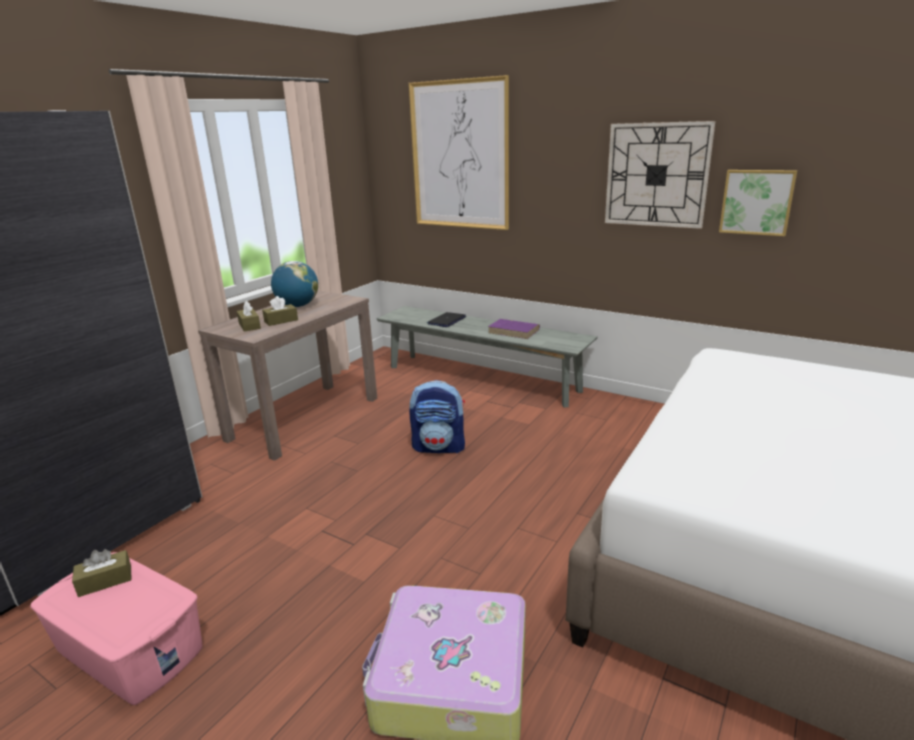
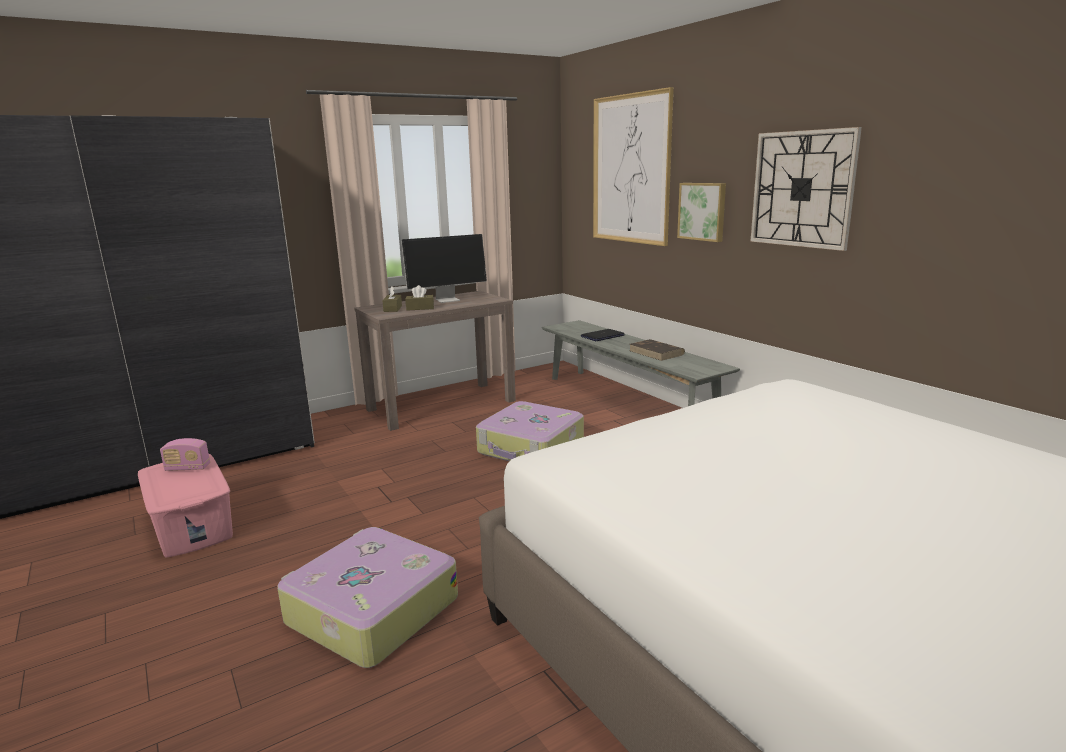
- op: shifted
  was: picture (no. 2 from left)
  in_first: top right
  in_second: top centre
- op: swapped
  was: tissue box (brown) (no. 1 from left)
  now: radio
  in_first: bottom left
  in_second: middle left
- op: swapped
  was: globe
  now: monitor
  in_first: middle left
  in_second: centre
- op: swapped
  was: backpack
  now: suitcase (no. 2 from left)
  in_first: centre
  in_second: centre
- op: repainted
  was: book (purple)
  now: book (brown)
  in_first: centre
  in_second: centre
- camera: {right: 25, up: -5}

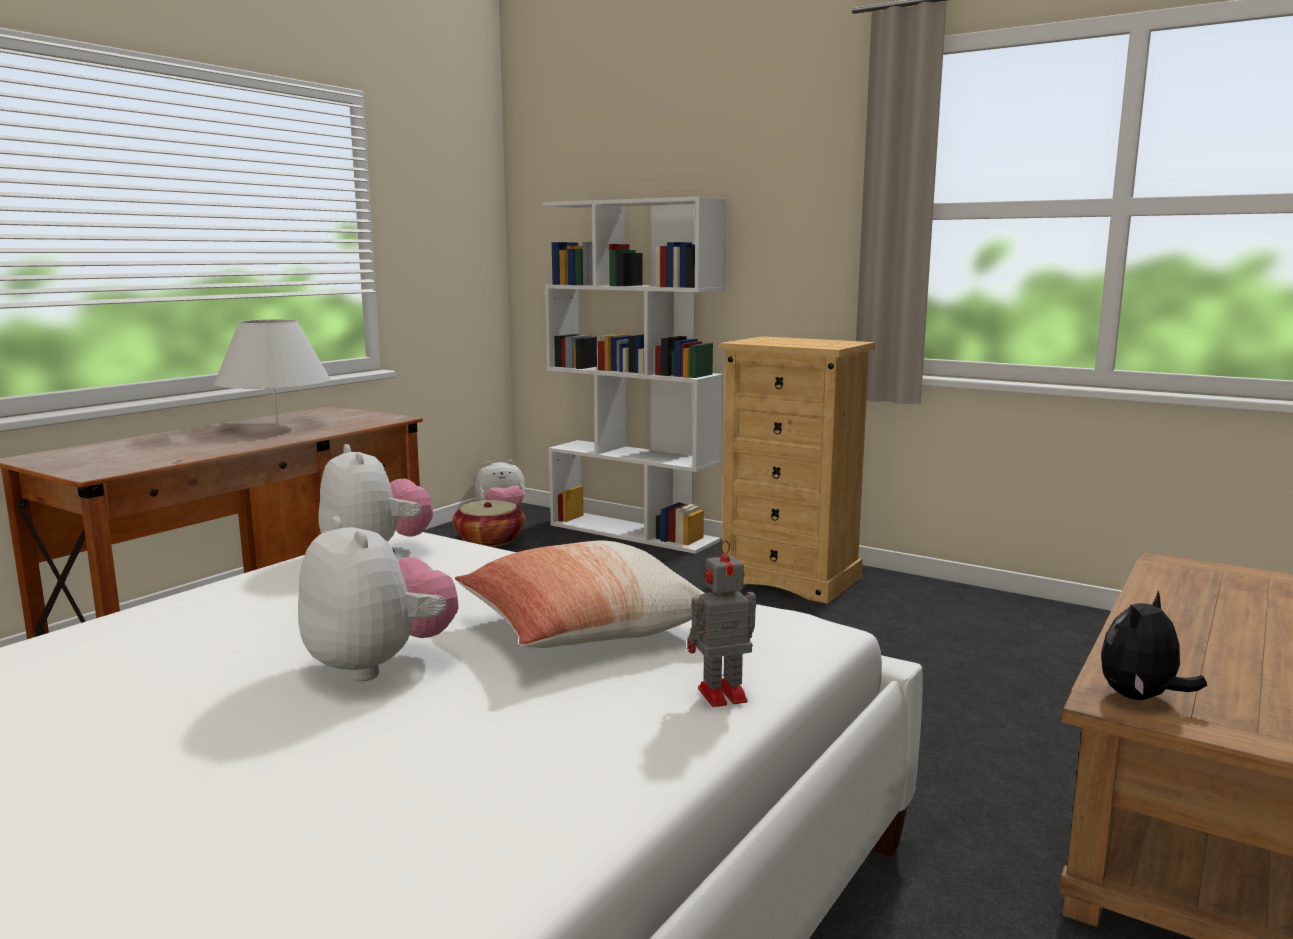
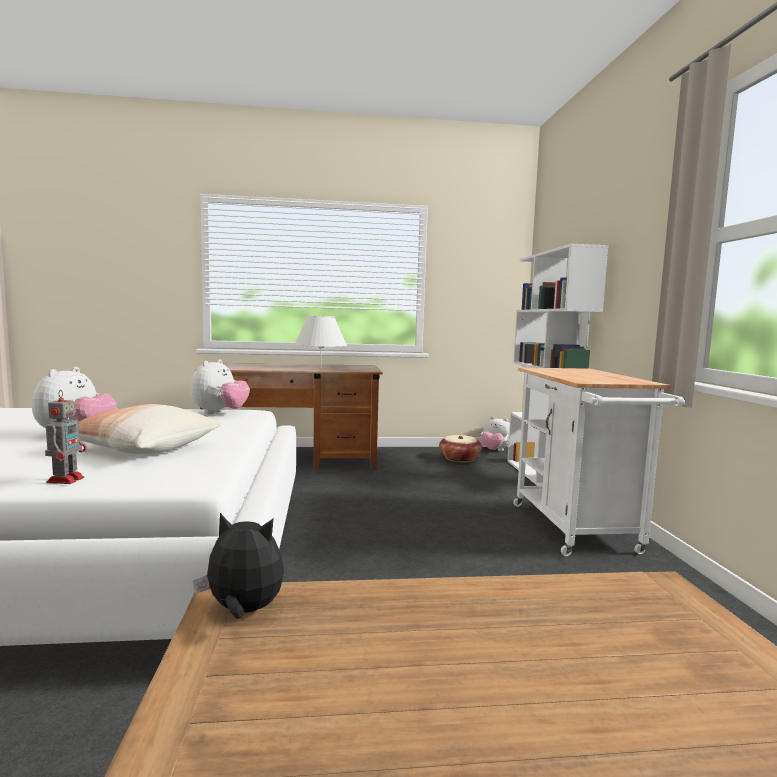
- op: swapped
  was: dresser (beige)
  now: cart (white)
  in_first: centre
  in_second: middle right
- op: rotated
  was: toy robot
  in_first: centre
  in_second: middle left
  clockwise: 60
- camera: {right: 50, up: -5}

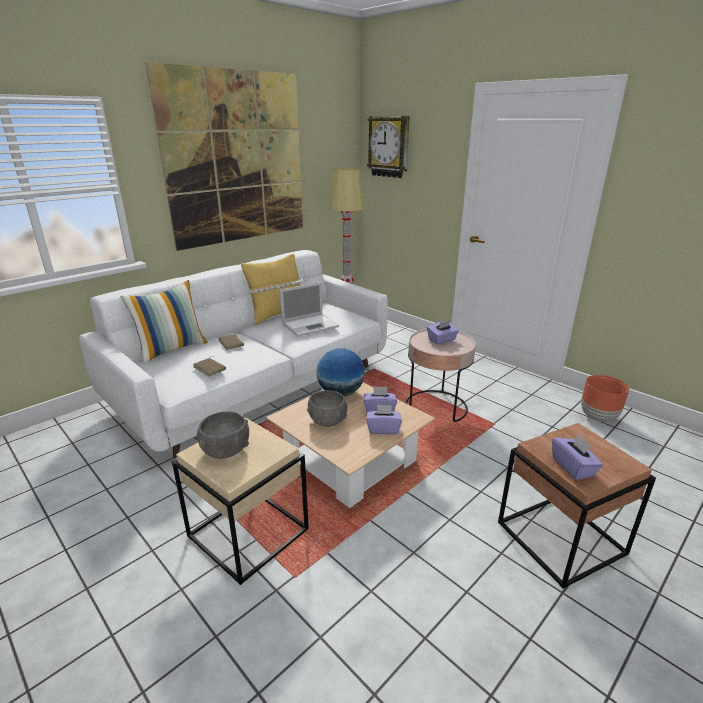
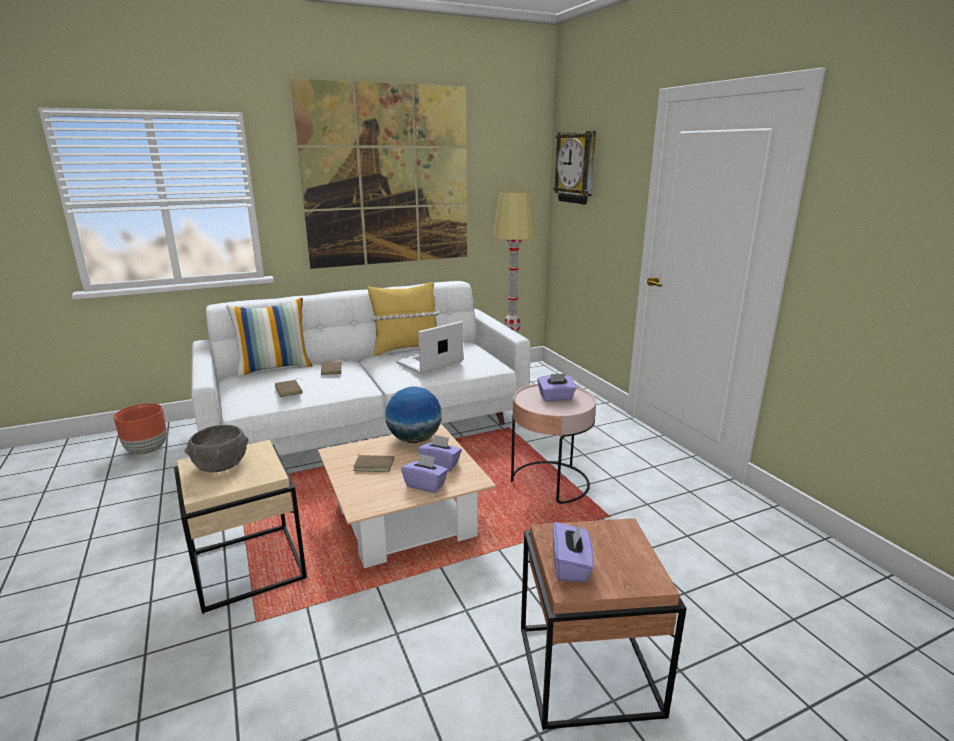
- op: shifted
  was: planter (brown)
  in_first: middle right
  in_second: middle left
- op: swapped
  was: bowl (grey) (no. 2 from left)
  now: book (brown) (no. 3 from left)
  in_first: centre
  in_second: centre
- op: rotated
  was: laptop
  in_first: centre
  in_second: centre
  clockwise: 150
- camera: {right: 20, up: -5}

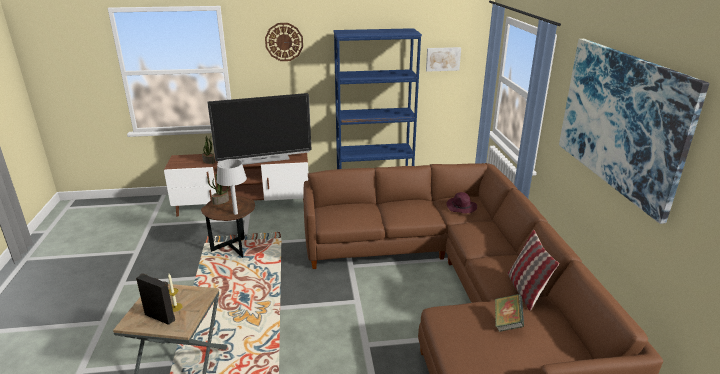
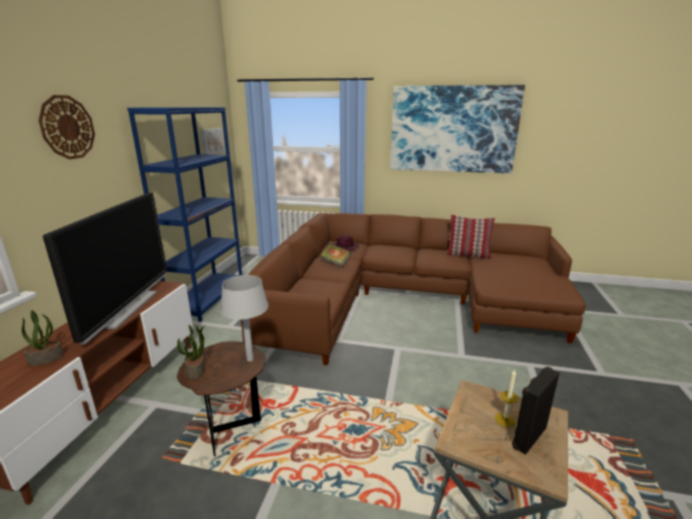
- op: shifted
  was: book
  in_first: bottom right
  in_second: centre
- camera: {right: -70, up: -5}

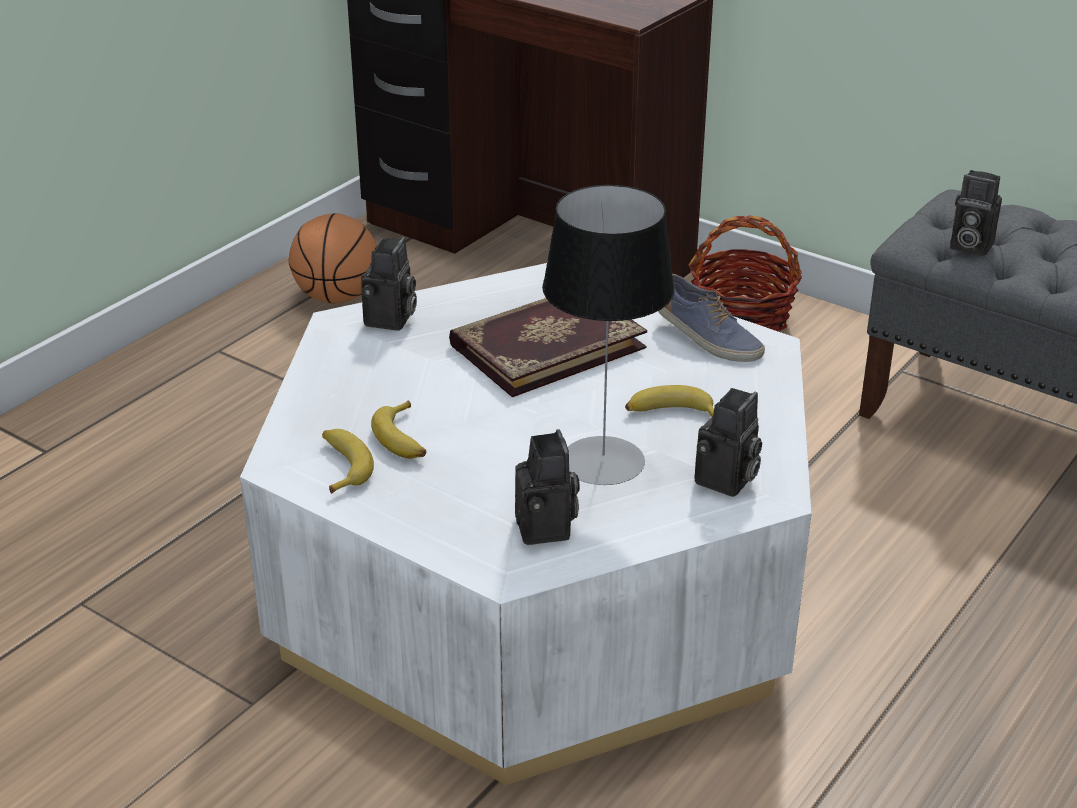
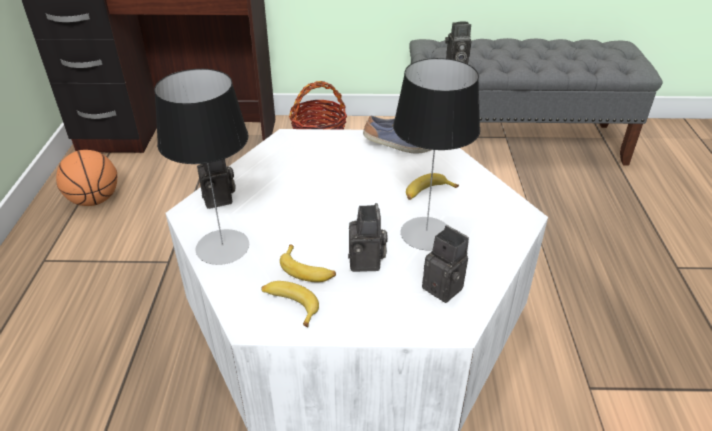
- op: gone
  was: book
  in_first: centre
- op: new
  now: table lamp (no. 1 from left)
  in_second: middle left
- op: shifted
  was: photo camera (no. 3 from left in the first image)
  now: photo camera (no. 2 from left)
  in_first: middle right
  in_second: centre
- camera: {right: -35, up: 5}

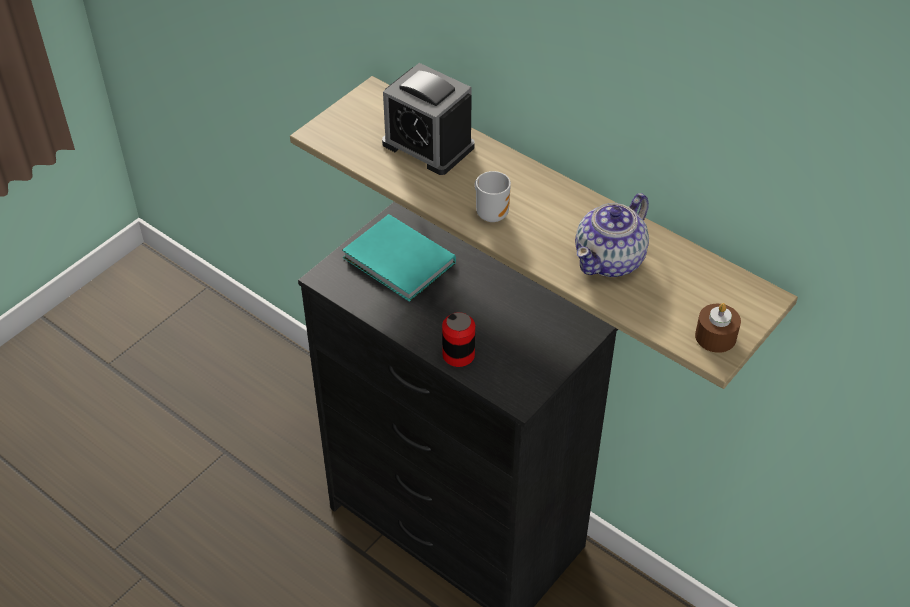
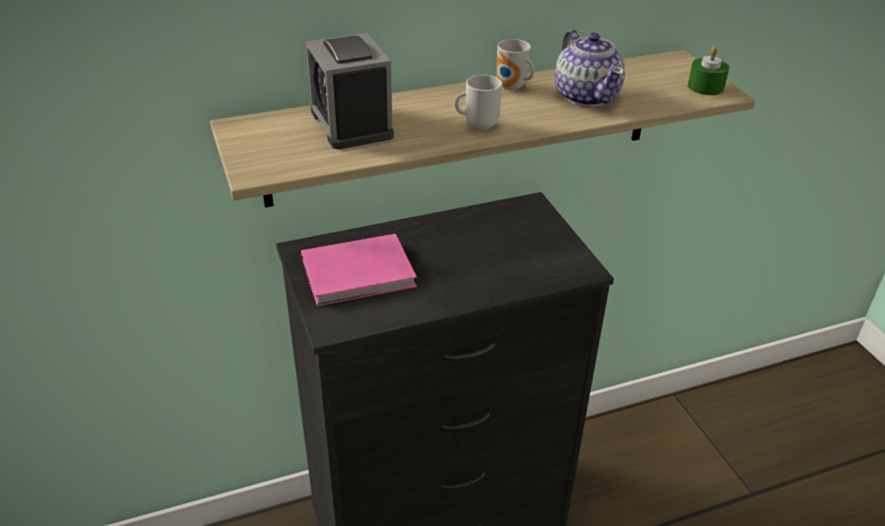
- op: gone
  was: can
  in_first: centre
- op: new
  now: mug (no. 2 from left)
  in_second: top centre
- op: repainted
  was: book (turquoise)
  now: book (pink)
  in_first: centre
  in_second: centre
- op: repainted
  was: candle (brown)
  now: candle (green)
  in_first: middle right
  in_second: top right
- op: rotated
  was: alarm clock
  in_first: top centre
  in_second: top centre
  clockwise: 90
- camera: {right: -60, up: -10}

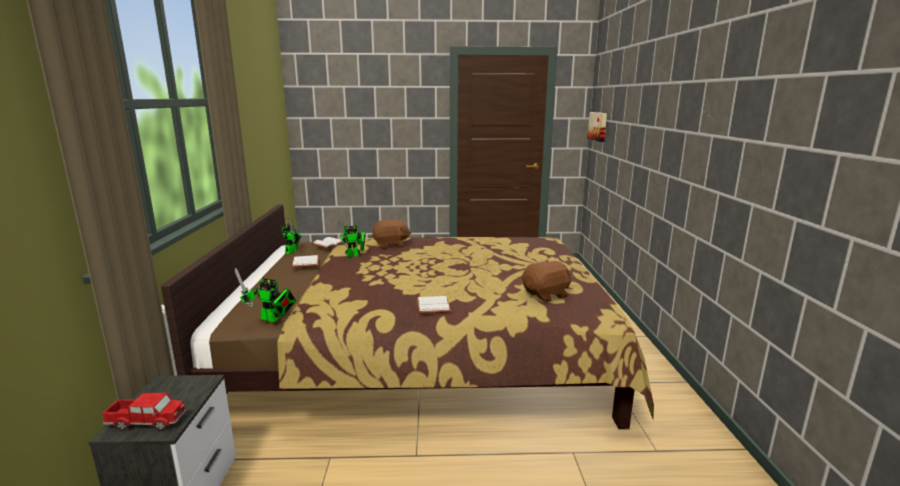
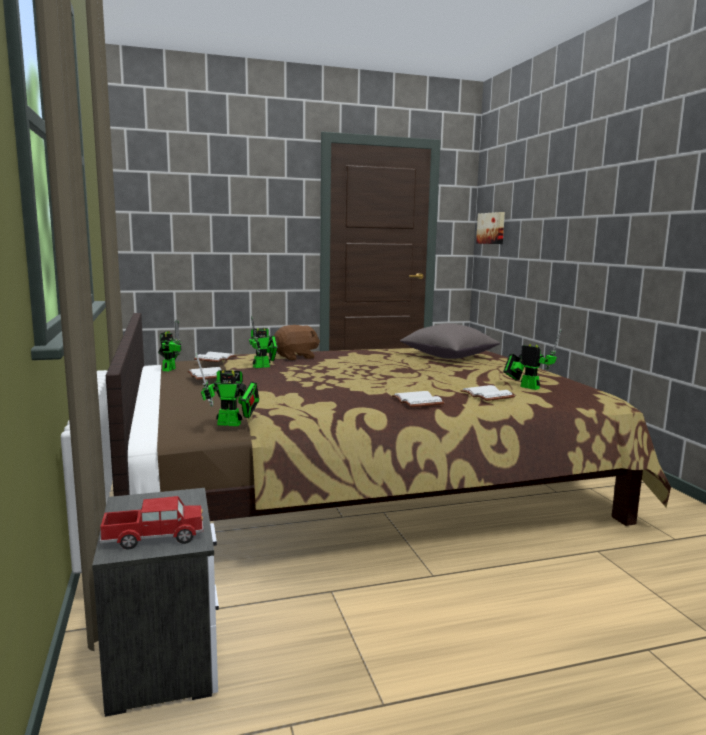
- op: new
  now: pillow (grey)
  in_second: centre
- op: new
  now: book (white) (no. 4 from left)
  in_second: middle right
- op: swapped
  was: plush toy (brown) (no. 2 from left)
  now: toy robot (no. 4 from left)
  in_first: centre
  in_second: middle right
- camera: {right: -15, up: -5}

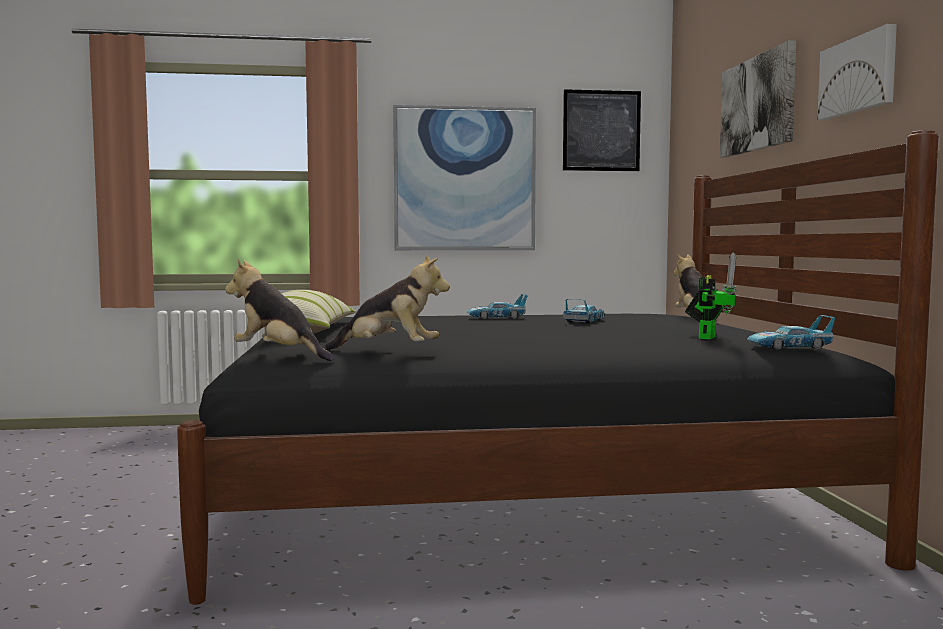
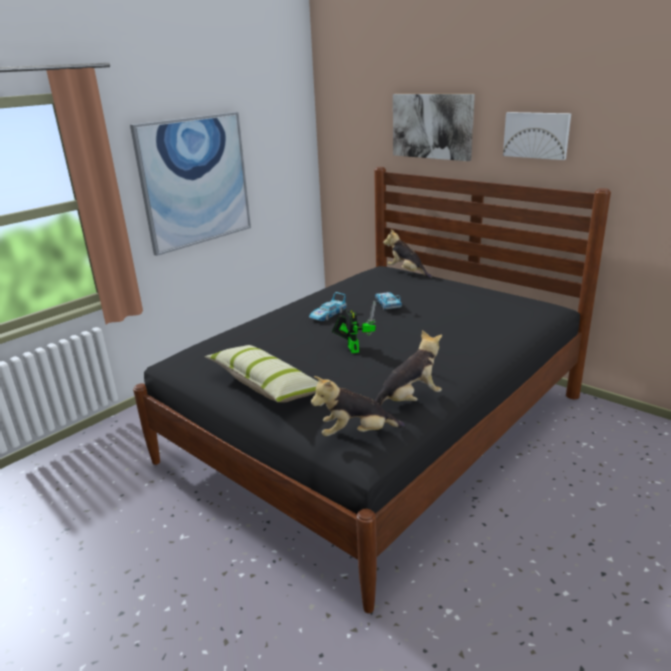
- op: gone
  was: picture (no. 2 from left)
  in_first: top centre
- op: gone
  was: toy car (no. 3 from left)
  in_first: middle right
- op: shifted
  was: toy robot
  in_first: middle right
  in_second: centre
- camera: {right: -40, up: 20}

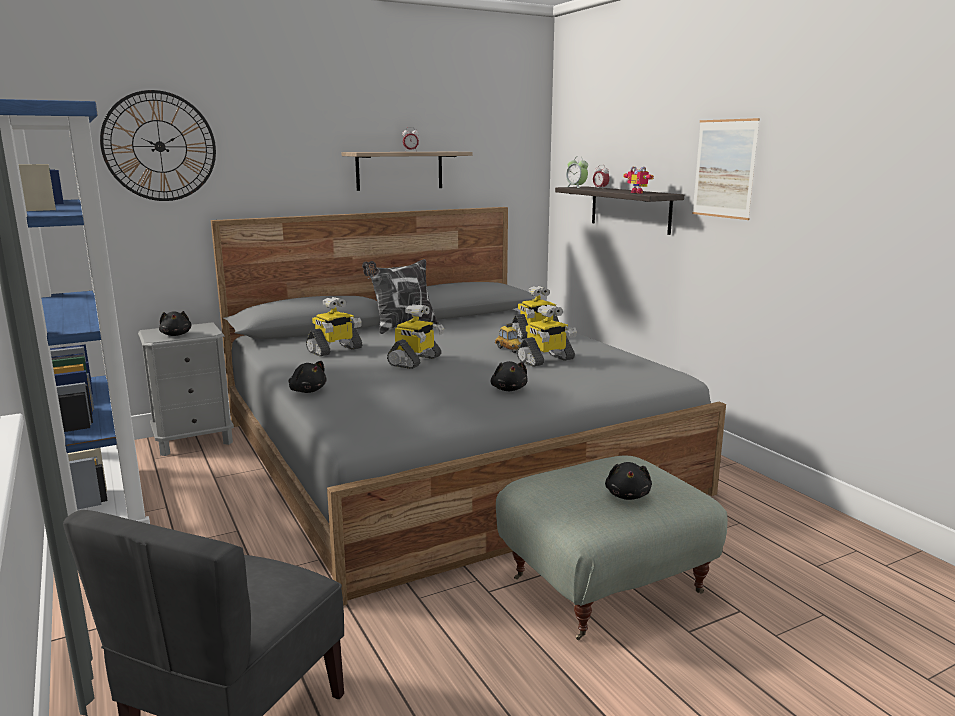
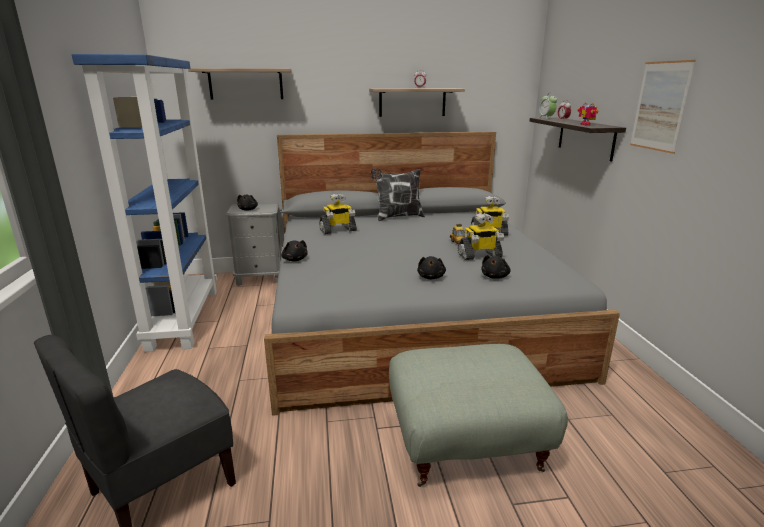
- op: gone
  was: toy robot (no. 2 from left)
  in_first: centre
- op: shifted
  was: plush toy (black) (no. 4 from left)
  in_first: bottom centre
  in_second: centre
- op: swapped
  was: wall clock
  now: shelf (no. 1 from left)
  in_first: top left
  in_second: top left
- camera: {right: 20, up: 5}

